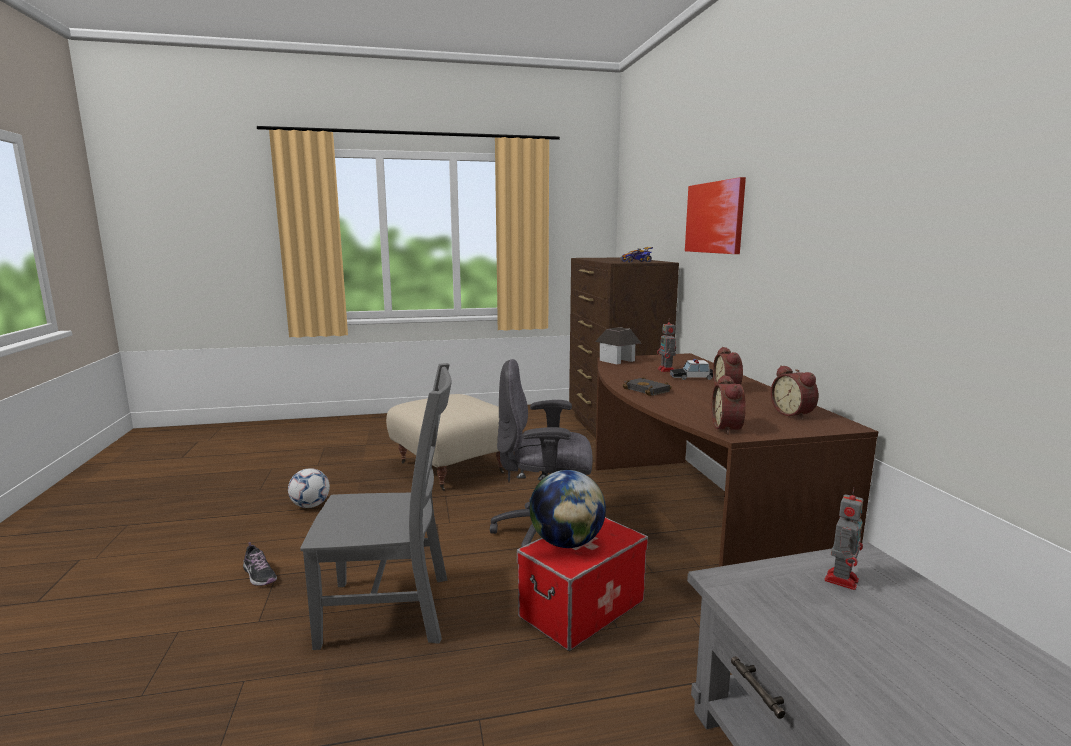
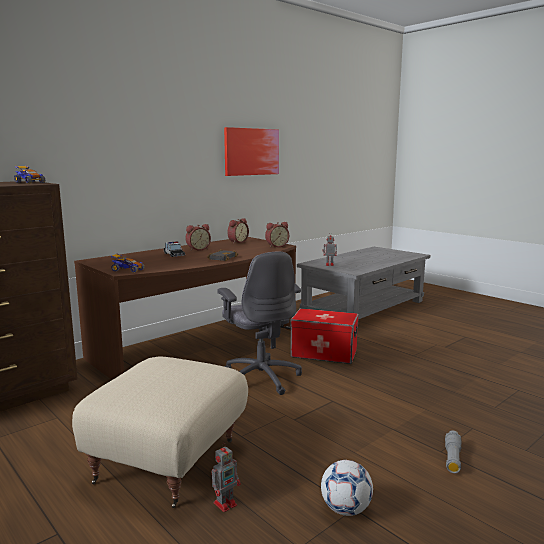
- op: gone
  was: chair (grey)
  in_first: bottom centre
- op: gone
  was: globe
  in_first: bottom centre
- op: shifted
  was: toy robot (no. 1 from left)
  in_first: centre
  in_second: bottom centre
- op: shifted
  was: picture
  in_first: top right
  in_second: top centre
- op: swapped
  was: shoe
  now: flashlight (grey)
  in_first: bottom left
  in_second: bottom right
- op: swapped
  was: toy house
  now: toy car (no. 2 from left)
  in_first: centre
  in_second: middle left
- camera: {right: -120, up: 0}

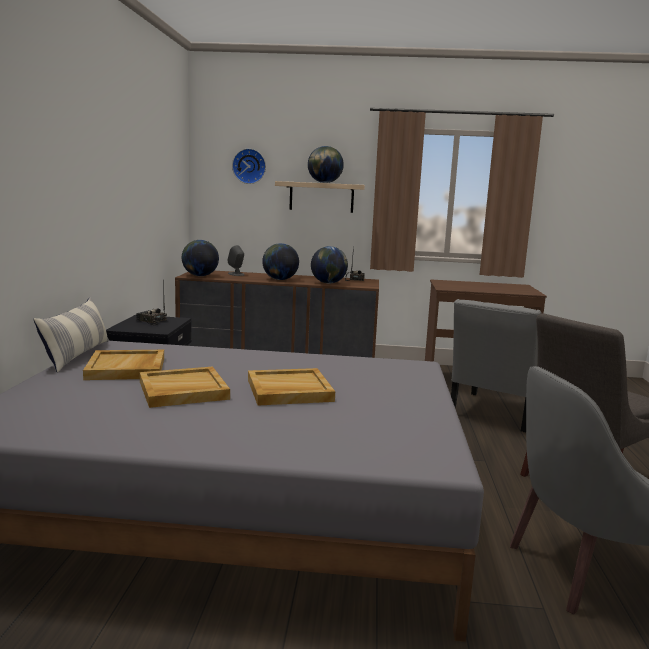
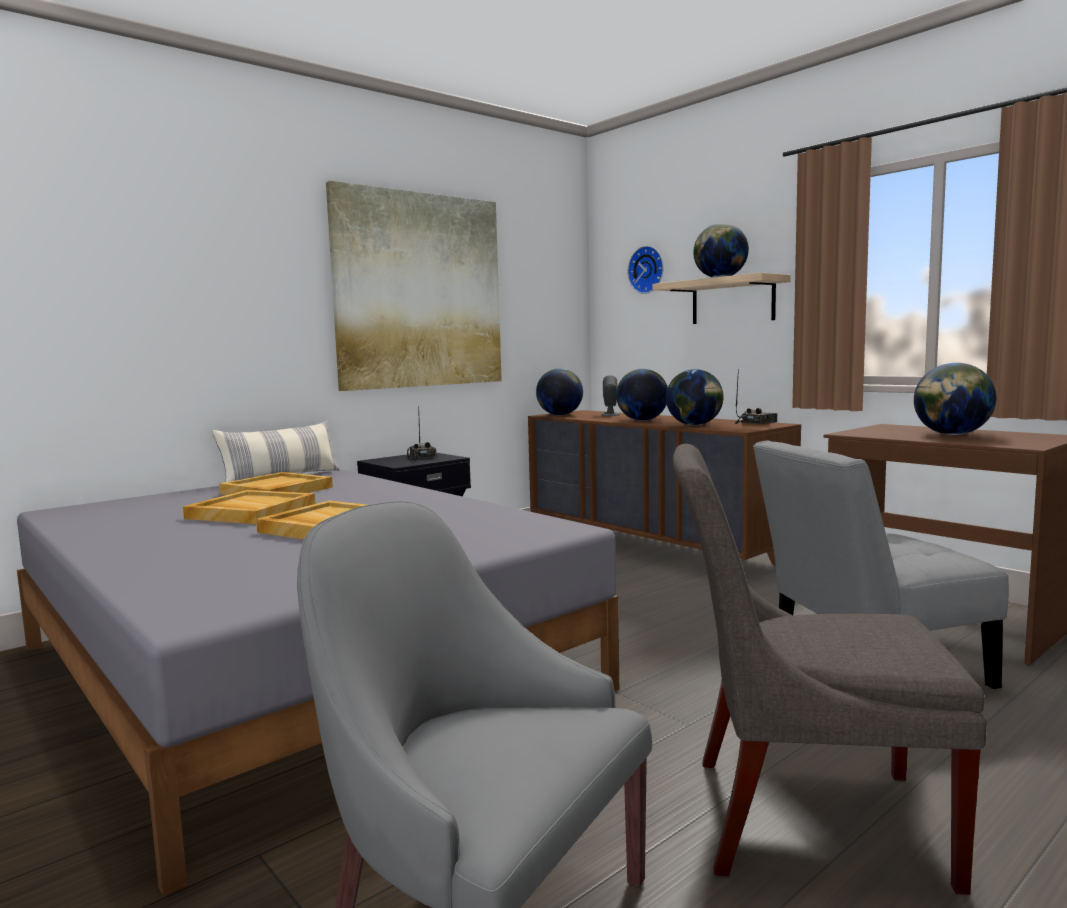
- op: new
  now: picture
  in_second: top centre
- op: new
  now: globe (no. 5 from left)
  in_second: middle right
- camera: {right: 45, up: -5}

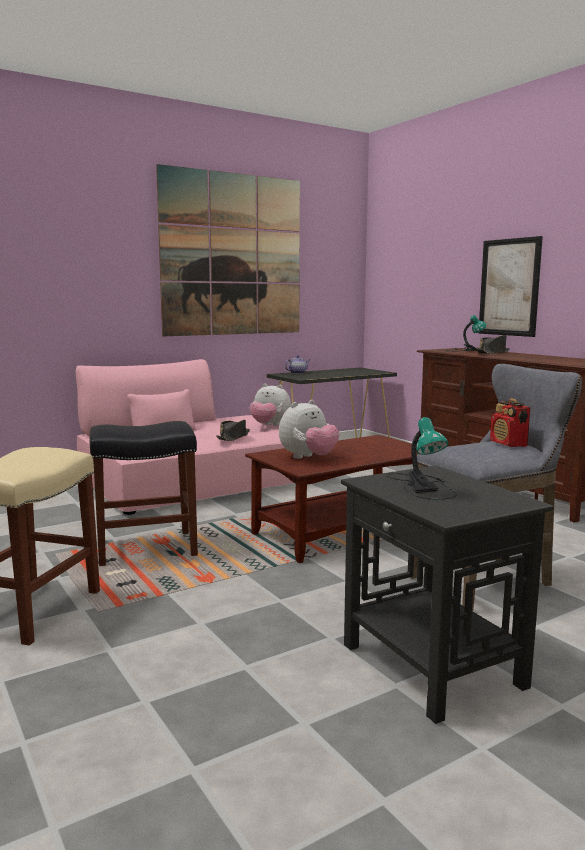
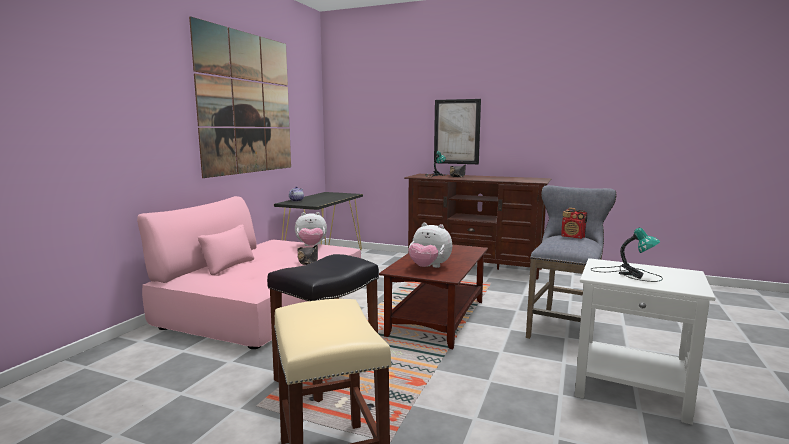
- op: repainted
  was: side table (black)
  now: side table (white)
  in_first: bottom right
  in_second: bottom right
- op: rotated
  was: plush toy (no. 2 from left)
  in_first: centre
  in_second: centre
  clockwise: 105
- camera: {right: -35, up: 0}

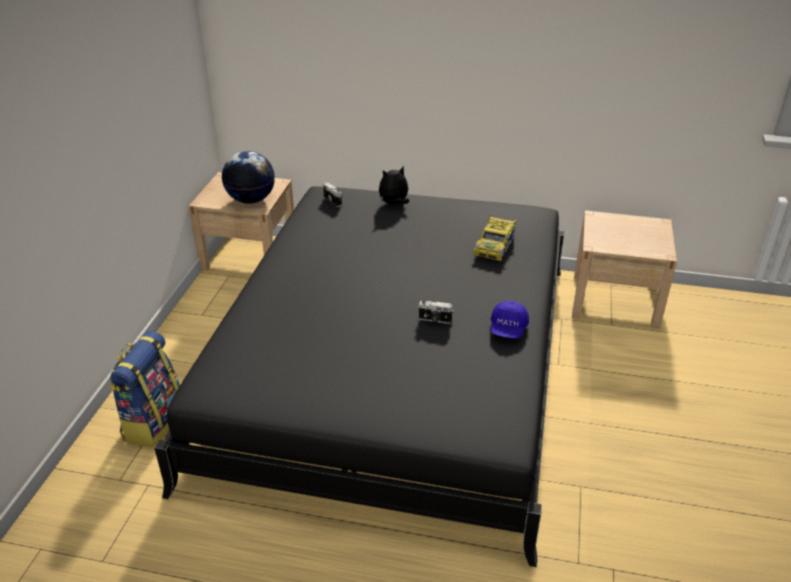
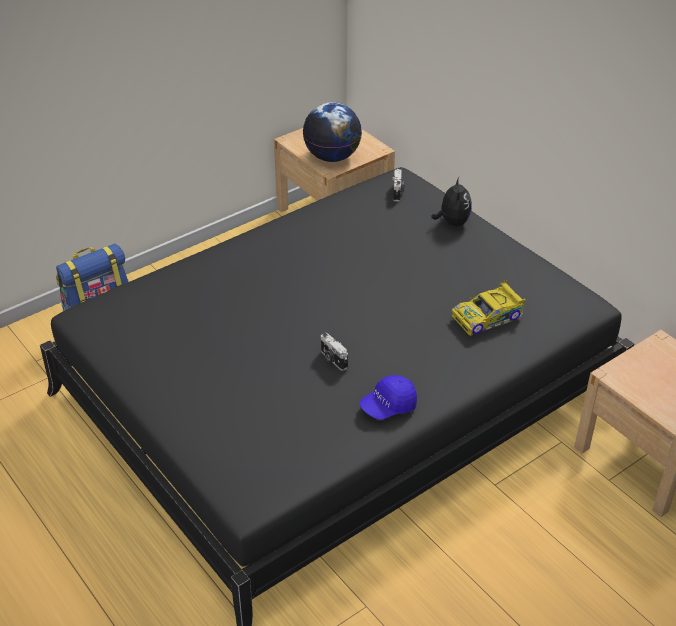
- op: rotated
  was: plush toy
  in_first: top centre
  in_second: top right
  clockwise: 75
- camera: {right: 40, up: 5}

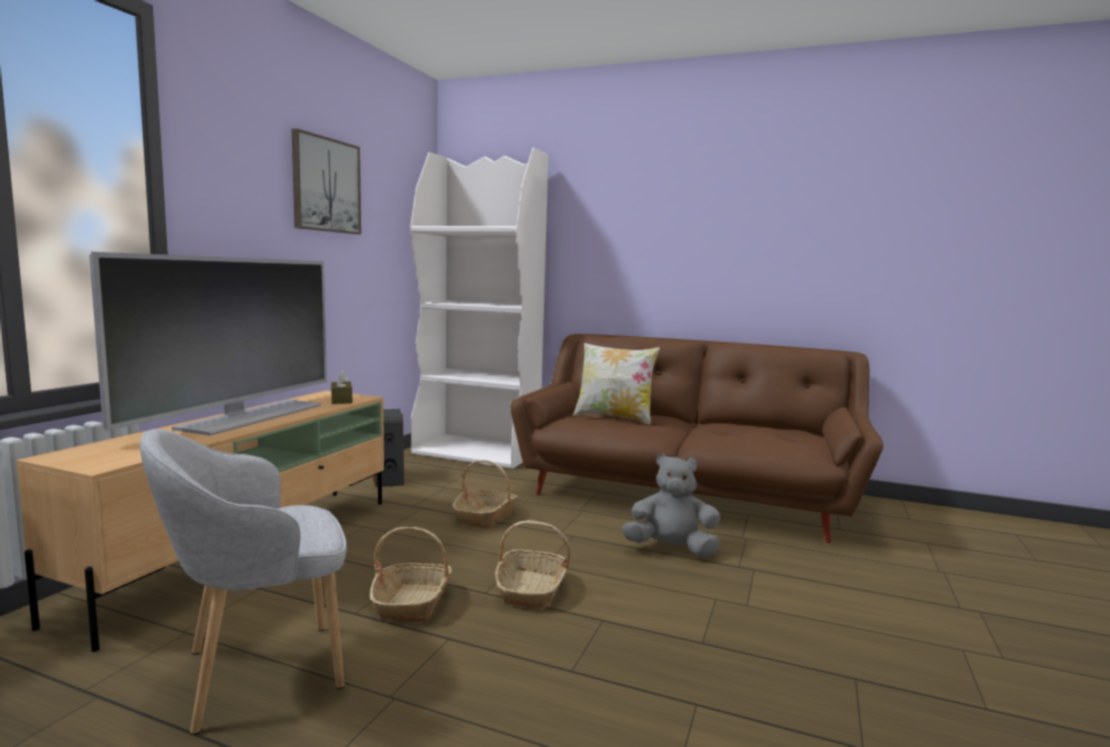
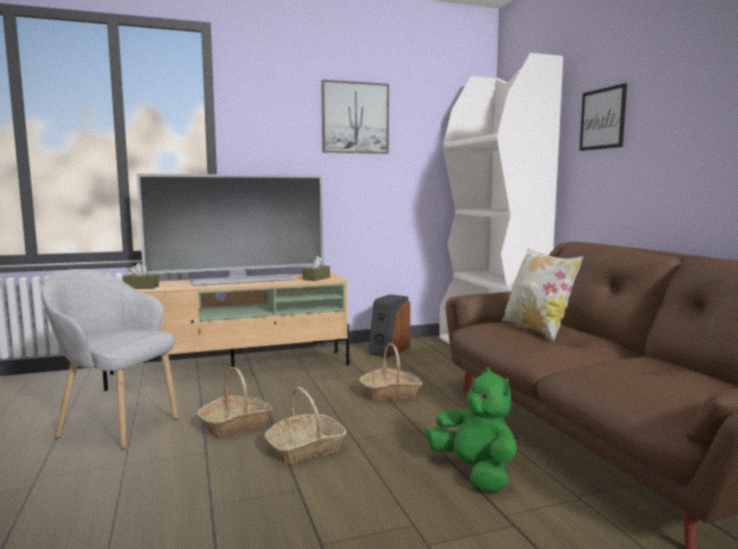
- op: new
  now: tissue box (brown) (no. 1 from left)
  in_second: middle left
- op: new
  now: picture (no. 2 from left)
  in_second: top right
- op: repainted
  was: plush toy (grey)
  now: plush toy (green)
  in_first: bottom centre
  in_second: bottom centre
- camera: {right: 50, up: 0}

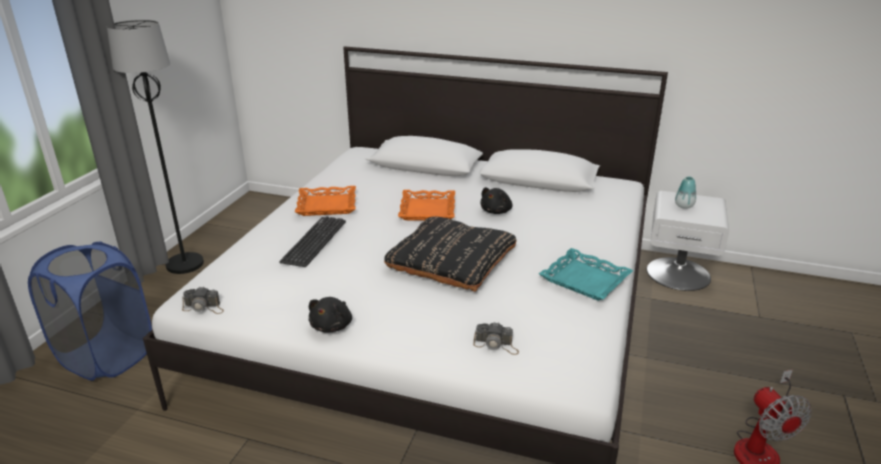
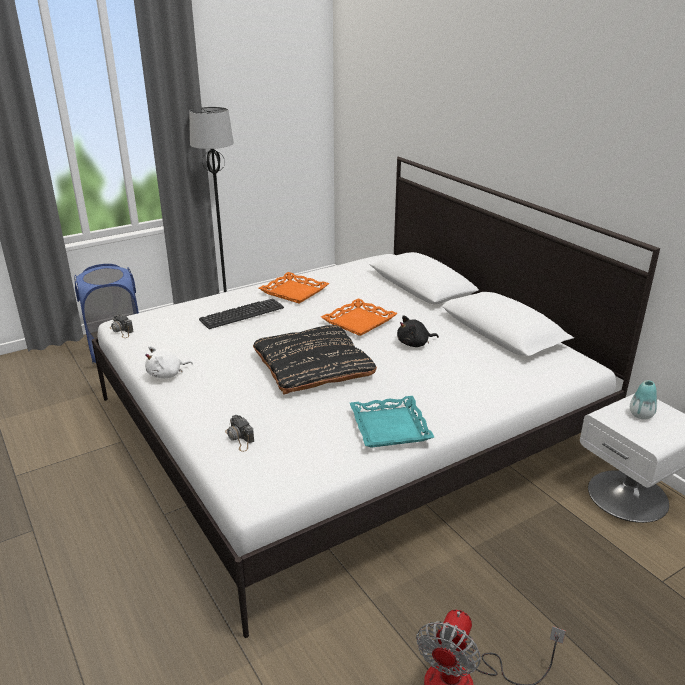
- op: repainted
  was: plush toy (black) (no. 1 from left)
  now: plush toy (white)
  in_first: bottom centre
  in_second: middle left
- camera: {right: 40, up: 0}

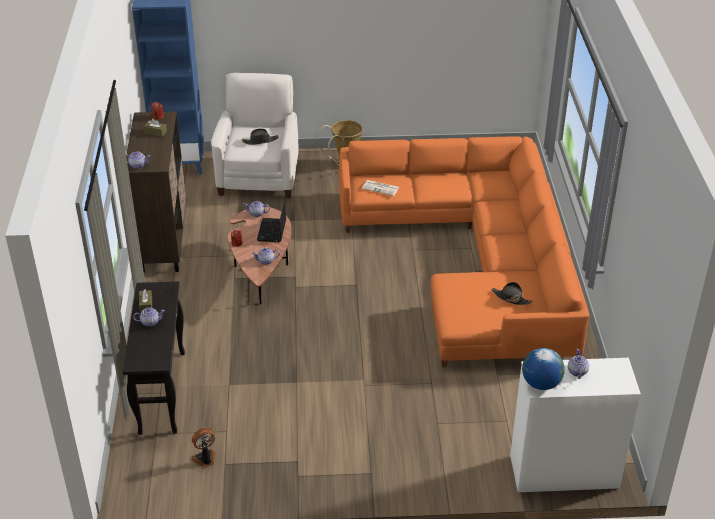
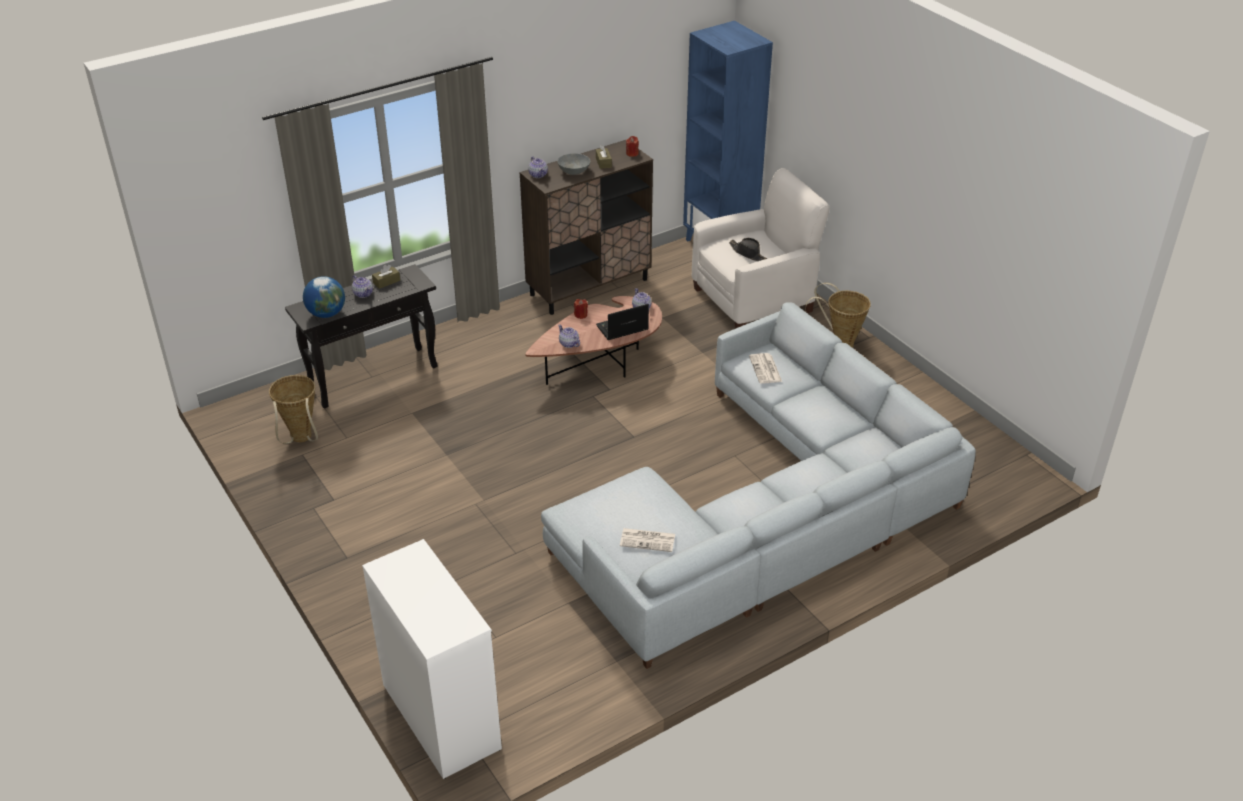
- op: gone
  was: teapot (no. 5 from left)
  in_first: bottom right
- op: new
  now: bowl (grey)
  in_second: top centre
- op: shifted
  was: globe
  in_first: bottom right
  in_second: middle left
- op: swapped
  was: fan
  now: basket (no. 1 from left)
  in_first: bottom left
  in_second: middle left
- op: swapped
  was: hat (black) (no. 2 from left)
  now: newspaper (no. 1 from left)
  in_first: middle right
  in_second: bottom centre
- op: repainted
  was: sofa (orange)
  now: sofa (grey)
  in_first: centre
  in_second: centre
- camera: {right: 60, up: 0}

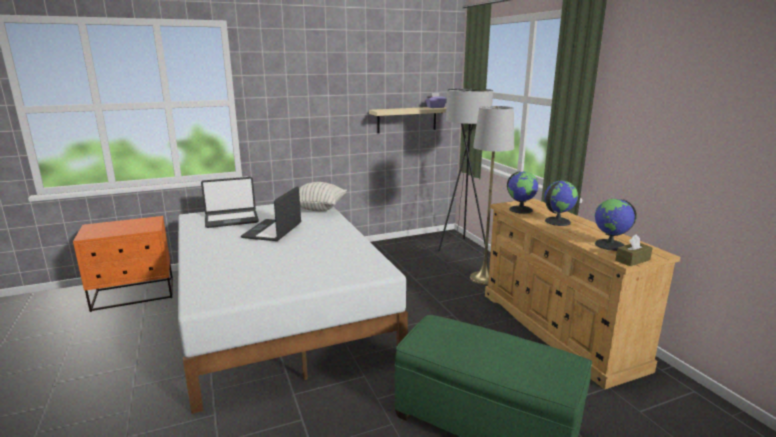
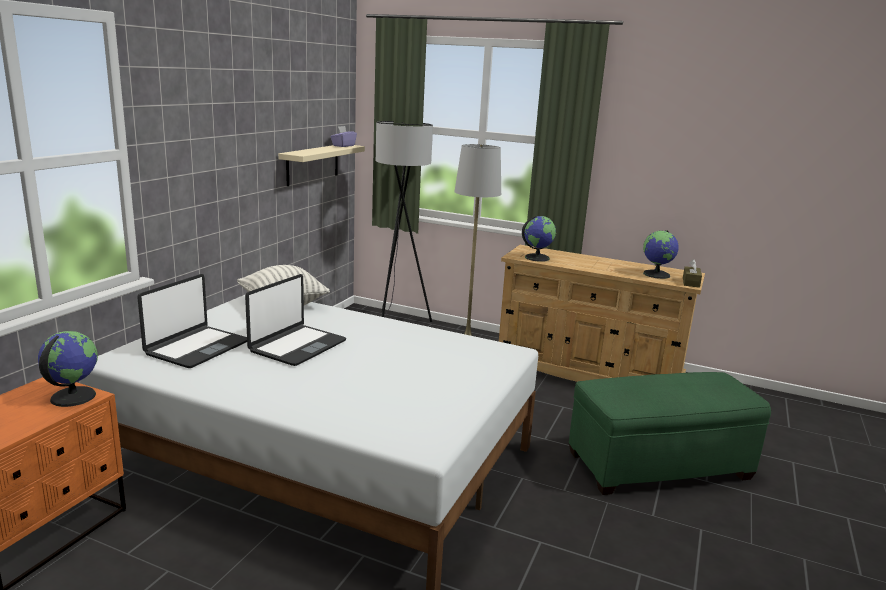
- op: shifted
  was: globe (no. 2 from left in the first image)
  now: globe (no. 1 from left)
  in_first: middle right
  in_second: middle left
- op: rotated
  was: laptop (no. 2 from left)
  in_first: centre
  in_second: middle left
  clockwise: -120
- camera: {right: -45, up: 0}

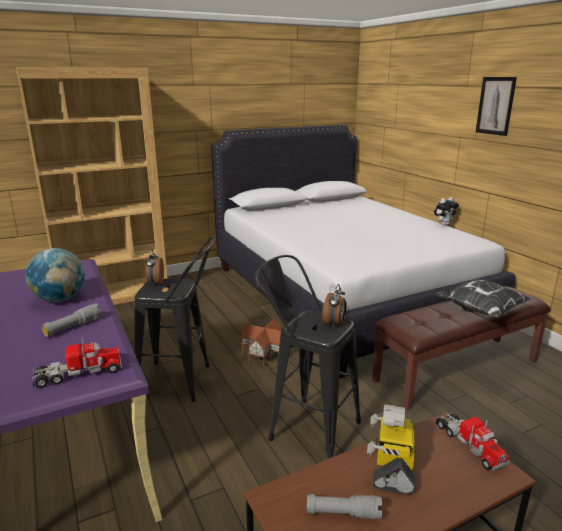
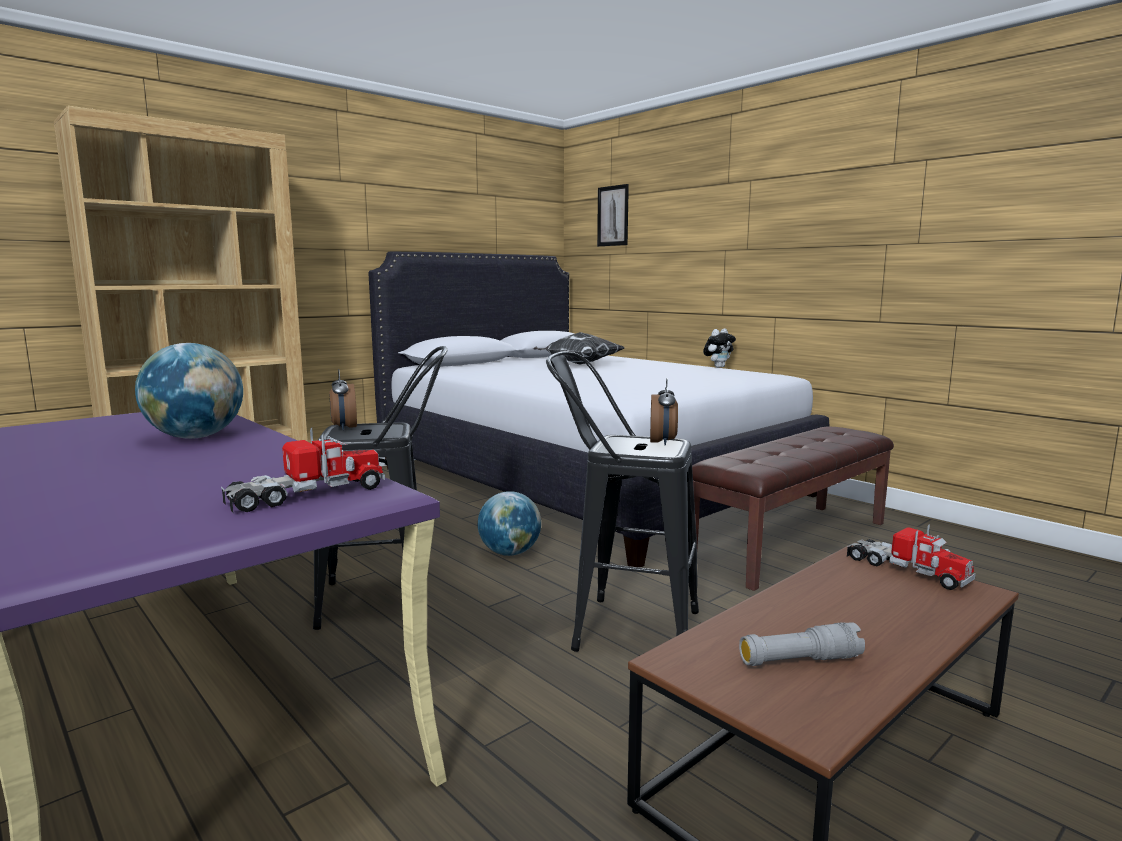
- op: gone
  was: flashlight (grey) (no. 1 from left)
  in_first: middle left
- op: gone
  was: toy robot
  in_first: bottom right
- op: shifted
  was: pillow
  in_first: middle right
  in_second: centre
- op: shifted
  was: picture
  in_first: top right
  in_second: top centre
- op: swapped
  was: toy house
  now: globe (no. 2 from left)
  in_first: centre
  in_second: centre
- camera: {right: -15, up: -10}

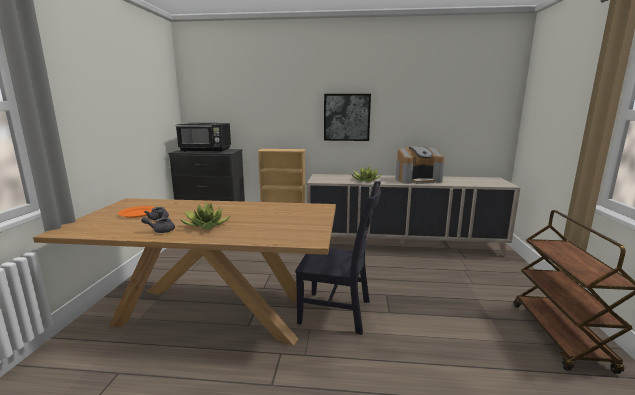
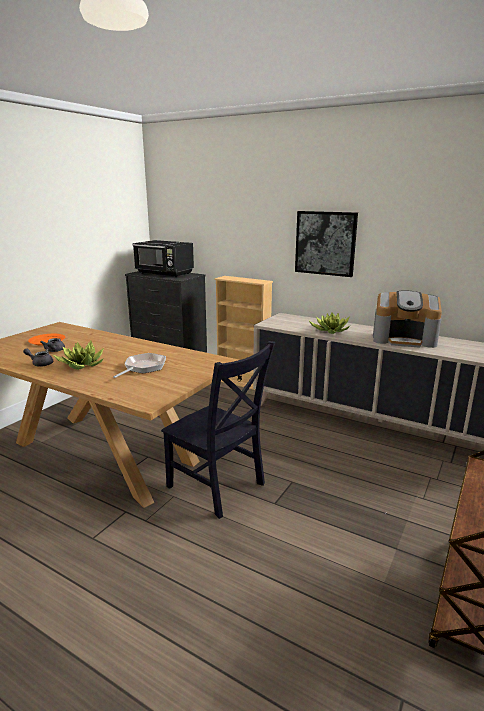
- op: new
  now: frying pan
  in_second: middle left
- camera: {right: 25, up: 5}

